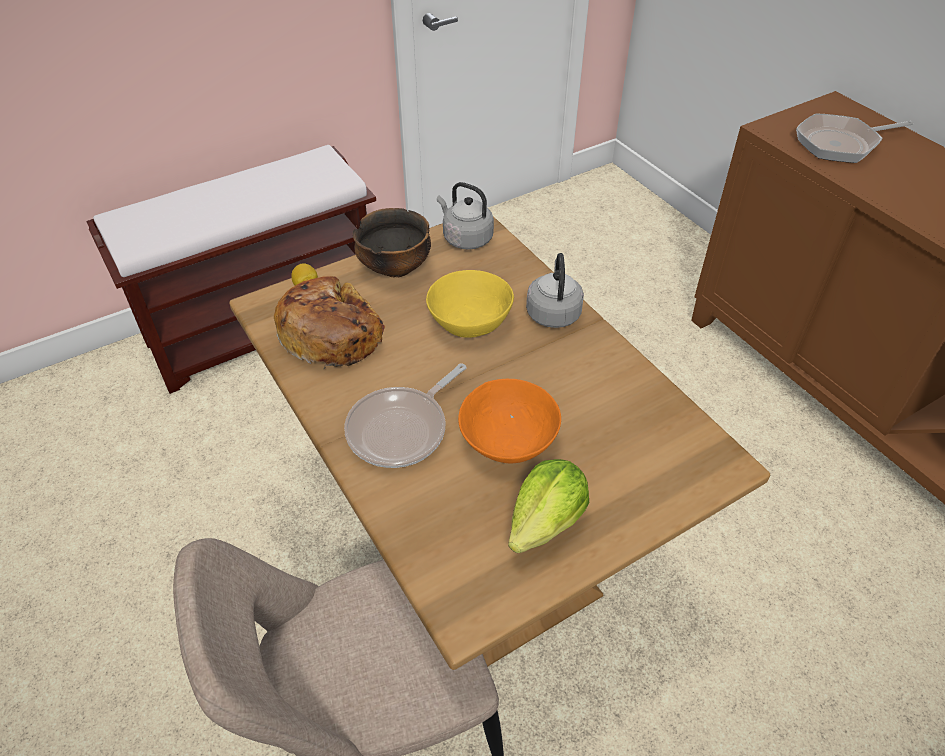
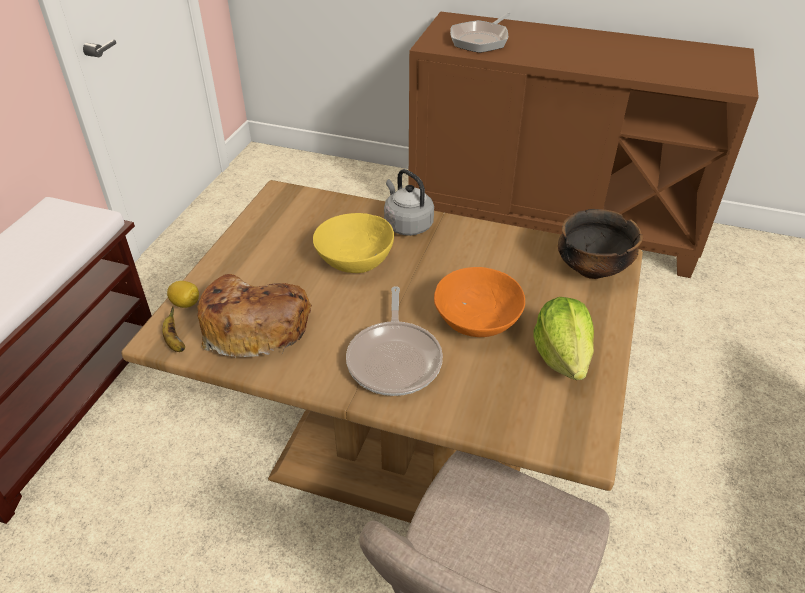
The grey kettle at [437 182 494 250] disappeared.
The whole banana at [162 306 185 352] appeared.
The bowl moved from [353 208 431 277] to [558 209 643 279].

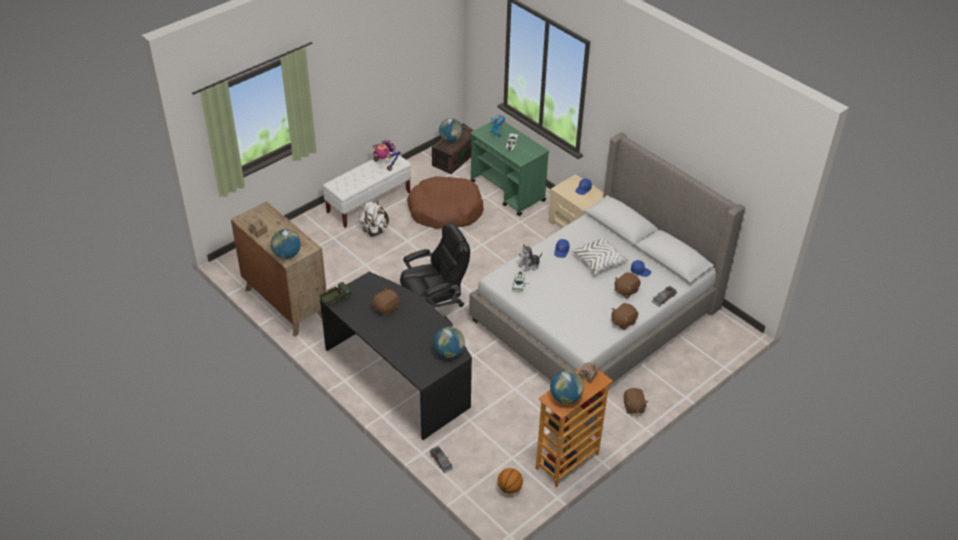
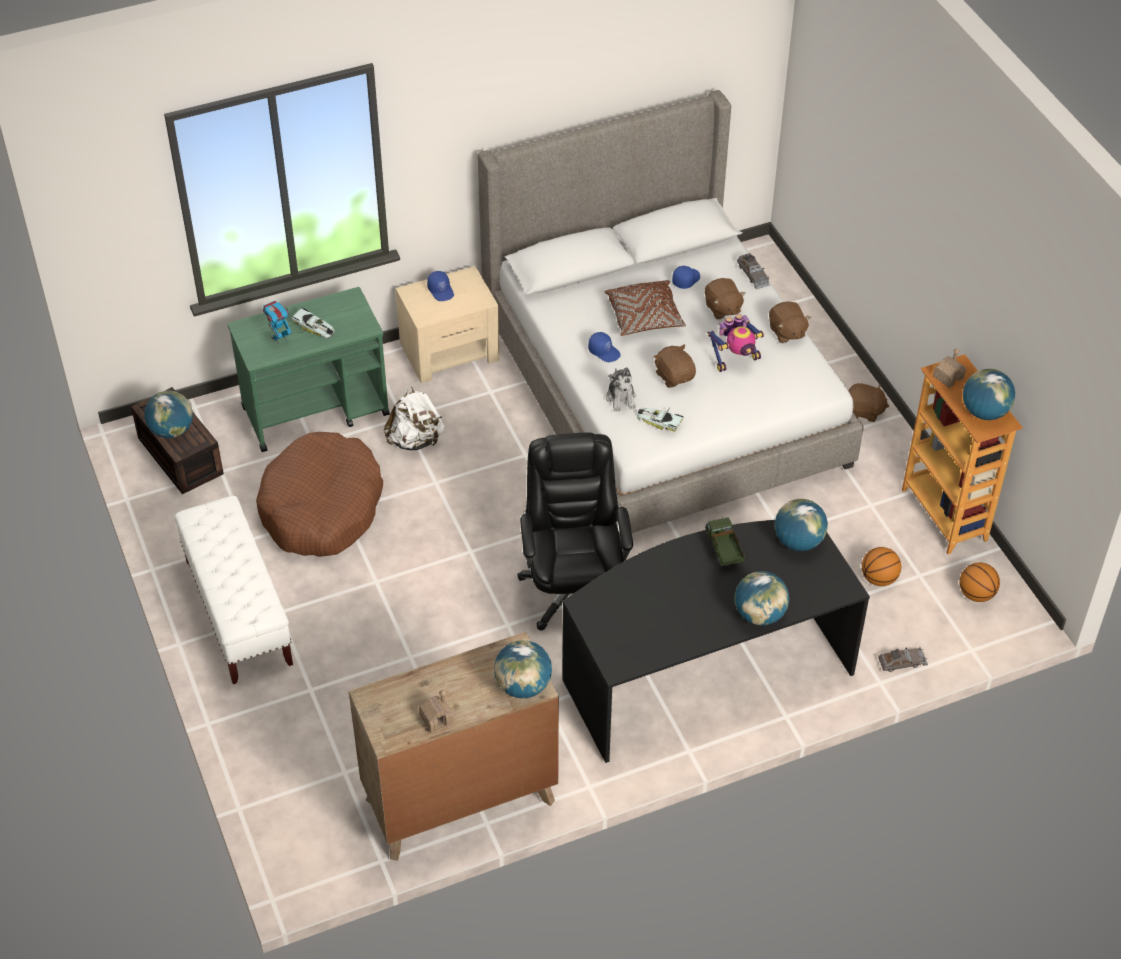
The world globe at [735 571 789 625] appeared.
The basketball ball at [862 547 901 586] appeared.
The toy lorry moved from [319 282 353 307] to [705 517 745 566].
The whitish backpack moved from [359 200 389 237] to [384 386 445 450].
The brown soft toy moved from [372 288 399 316] to [654 344 696 388].
The toy robot moved from [373 139 401 171] to [708 314 764 372].
The whitish throw pillow at [571 237 628 274] became the brown throw pillow at [605 280 686 336].

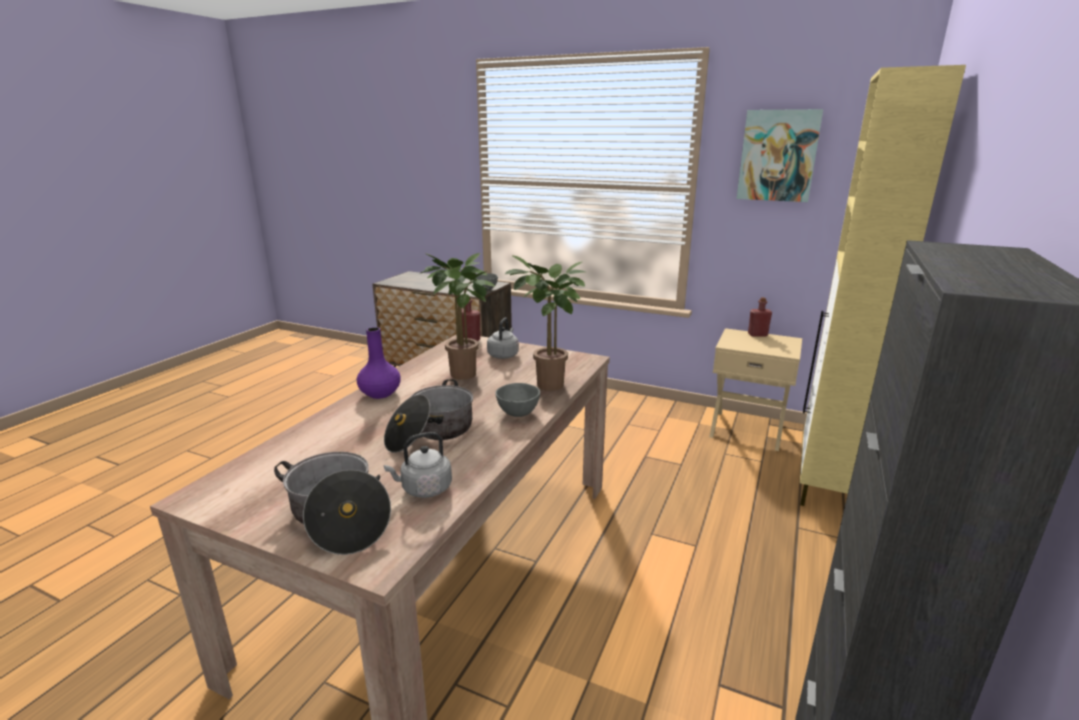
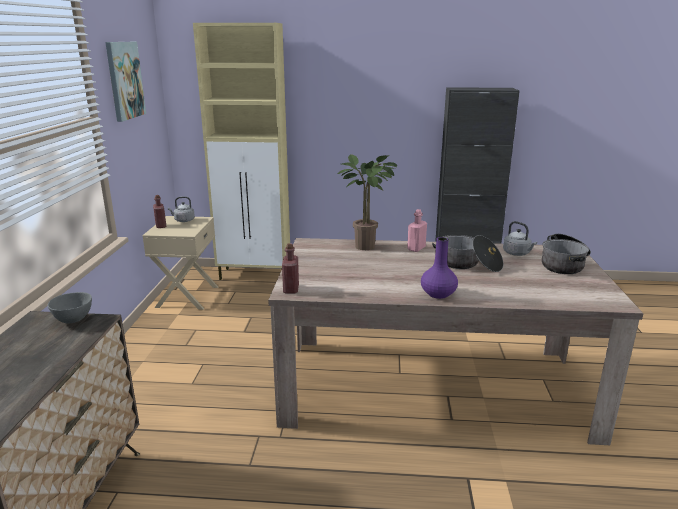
The potted plant at [419 253 496 380] disappeared.
The grey kettle moved from [487 317 519 359] to [168 196 195 222].
The grey bowl at [495 383 540 417] was replaced by the pinkish bottle at [407 209 427 252].

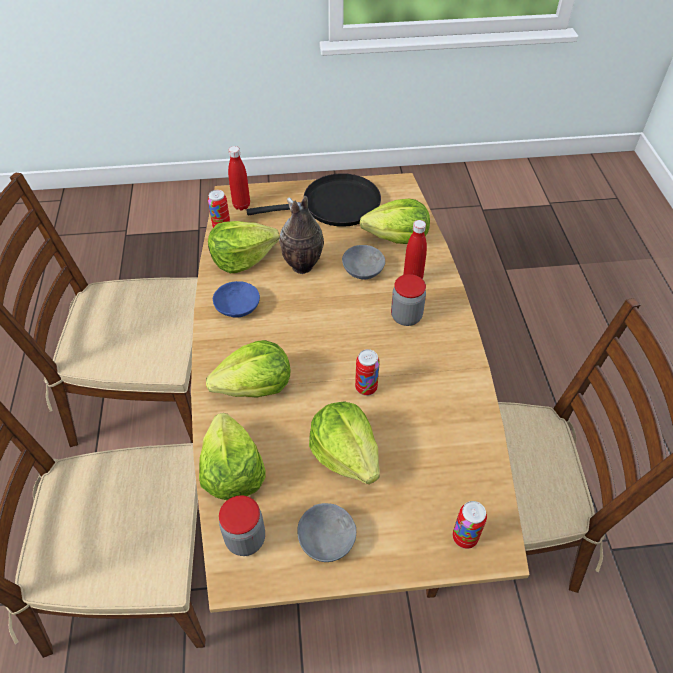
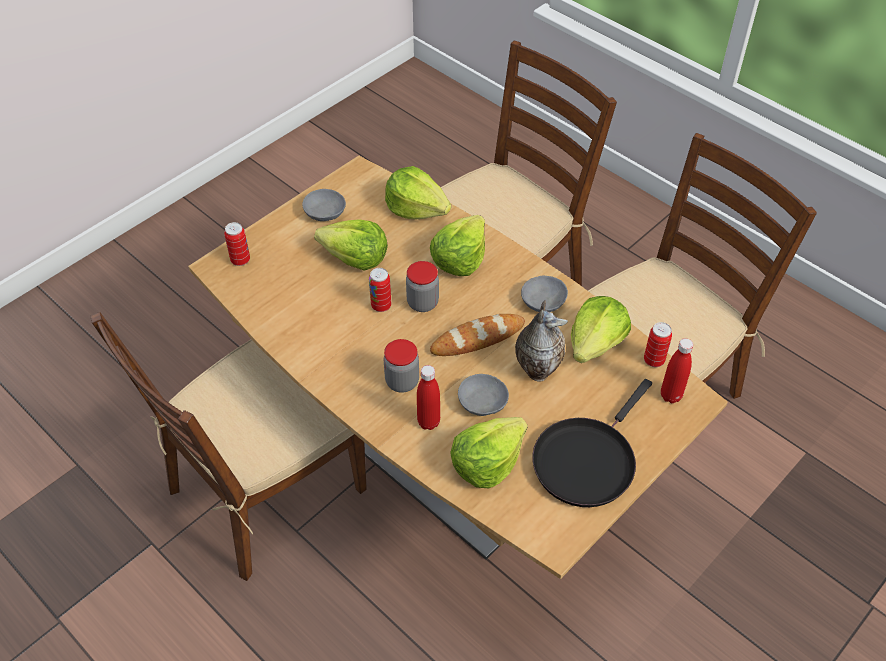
The baked bread at [430 314 525 356] appeared.
The preserve jar moved from [219 495 265 556] to [406 261 439 312].
The blue bowl at [213 281 260 318] became the grey bowl at [521 276 568 312].

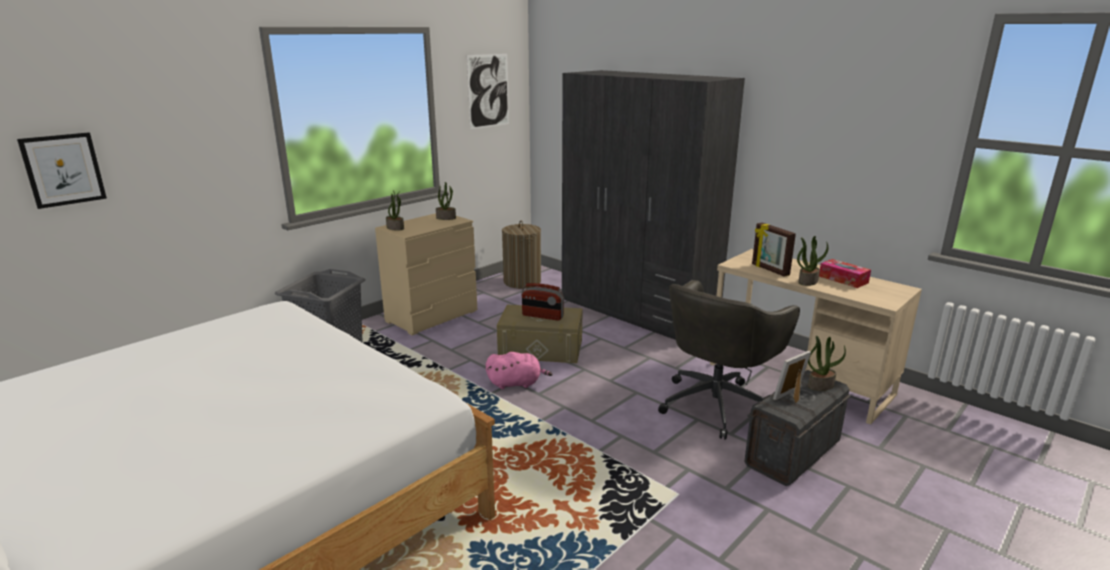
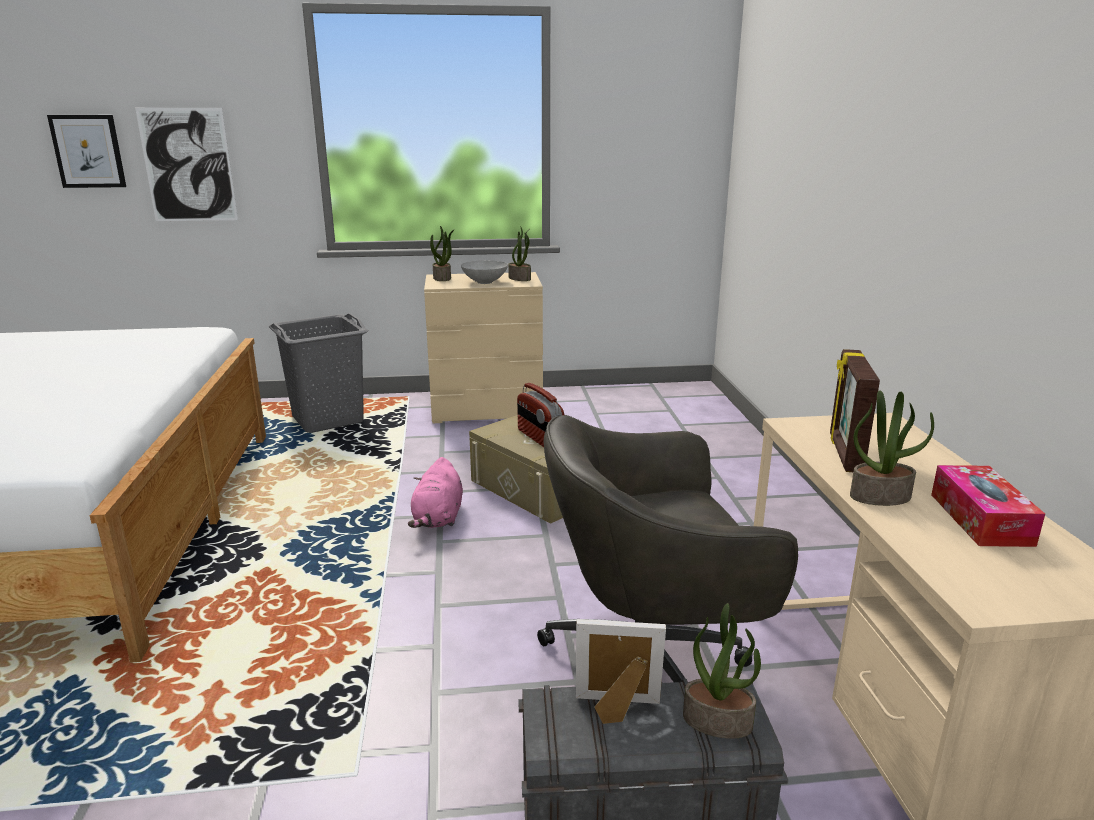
The washing basket at [502 220 541 289] disappeared.
The grey clothes cupboard at [562 70 745 340] disappeared.
The grey bowl at [461 261 508 284] appeared.
The wall picture moved from [467 54 509 129] to [135 108 238 221].
The pinkish soft toy at [486 352 553 389] turned 60 degrees clockwise.

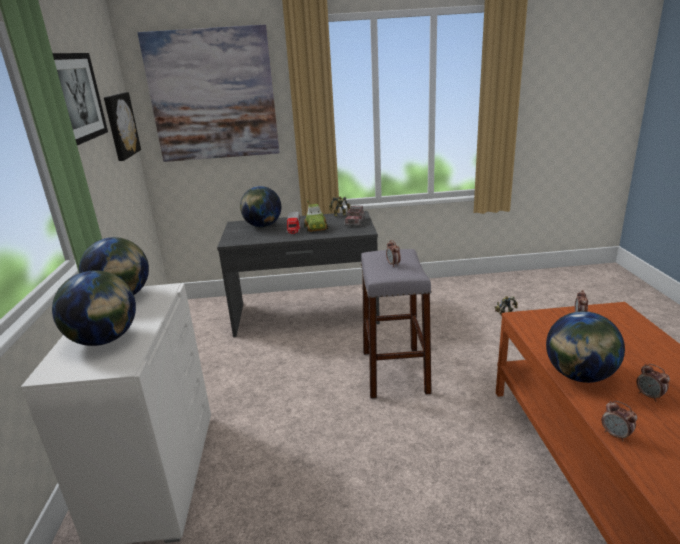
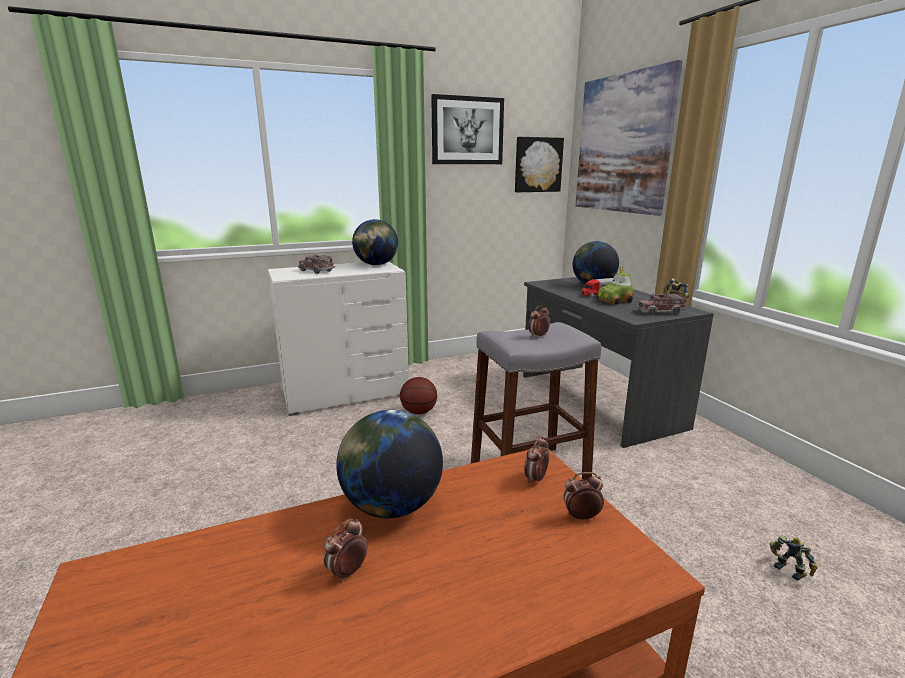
The basketball ball at [400 377 437 414] appeared.
The alarm clock moved from [602 401 637 442] to [524 436 549 484].
The world globe at [52 270 136 346] was replaced by the toy lorry at [298 254 335 274].

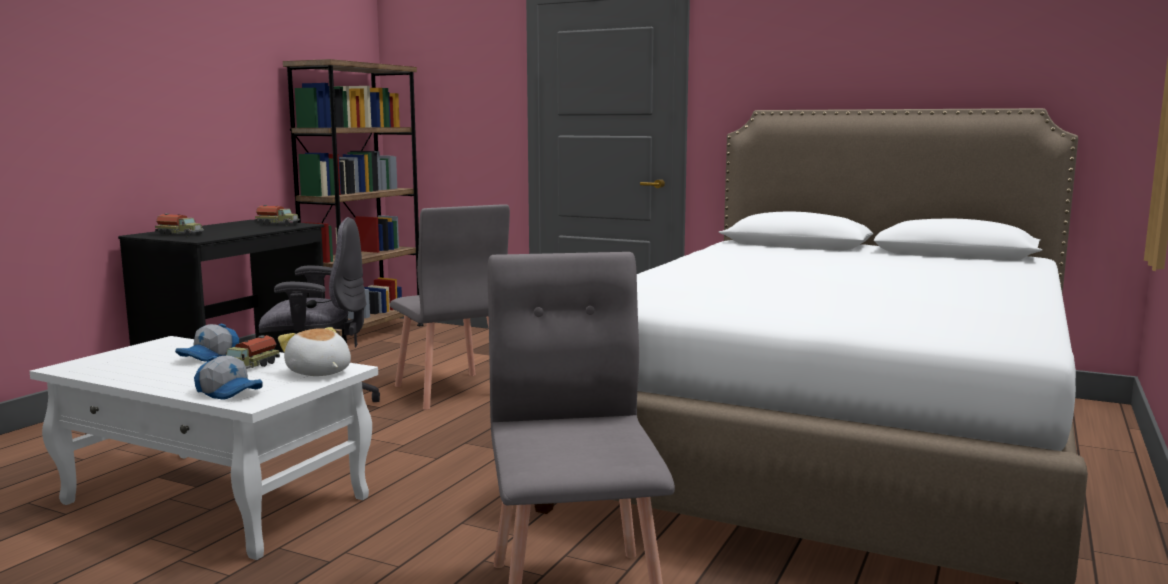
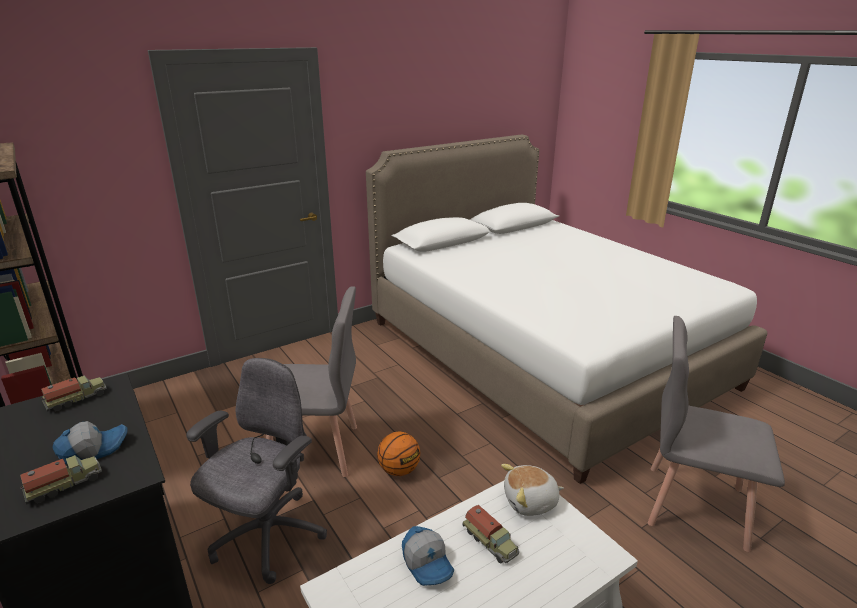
The basketball ball at [377 432 420 476] appeared.
The cap moved from [194 356 263 400] to [52 421 128 464].

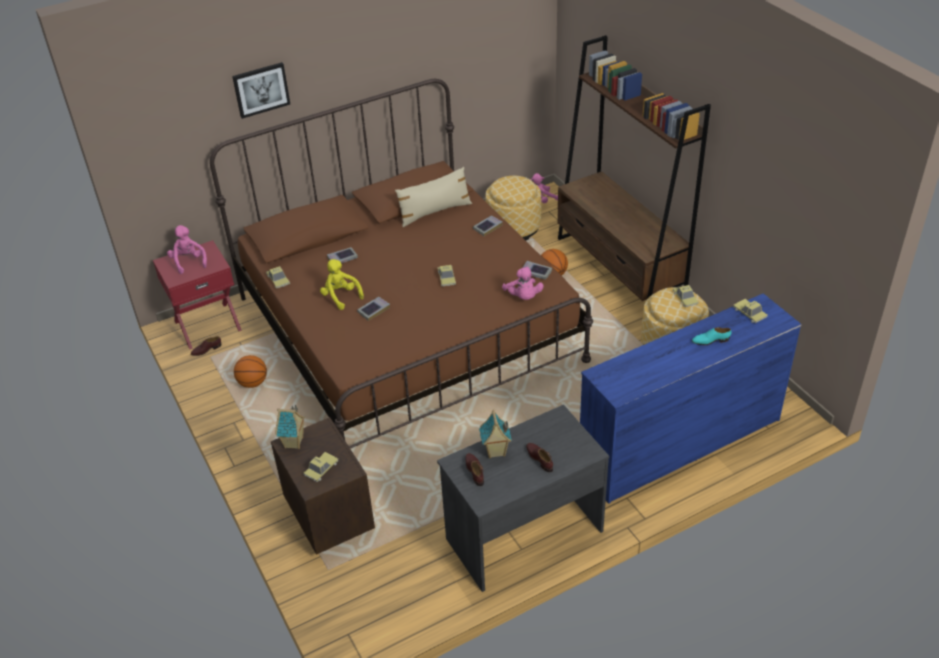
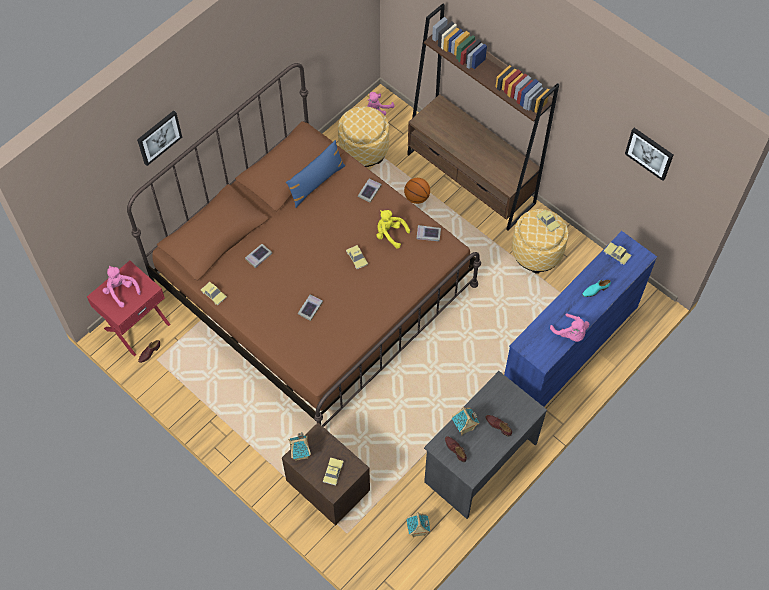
The basketball ball at [234 355 267 388] disappeared.
The miniature house at [406 512 430 537] appeared.
The wall picture at [625 128 673 181] appeared.
The yellow soft toy moved from [320 259 364 310] to [376 210 410 248].
The pinkish soft toy moved from [502 266 544 300] to [550 313 589 342].
The sand-coloured throw pillow at [395 167 472 227] became the blue throw pillow at [286 140 346 208].

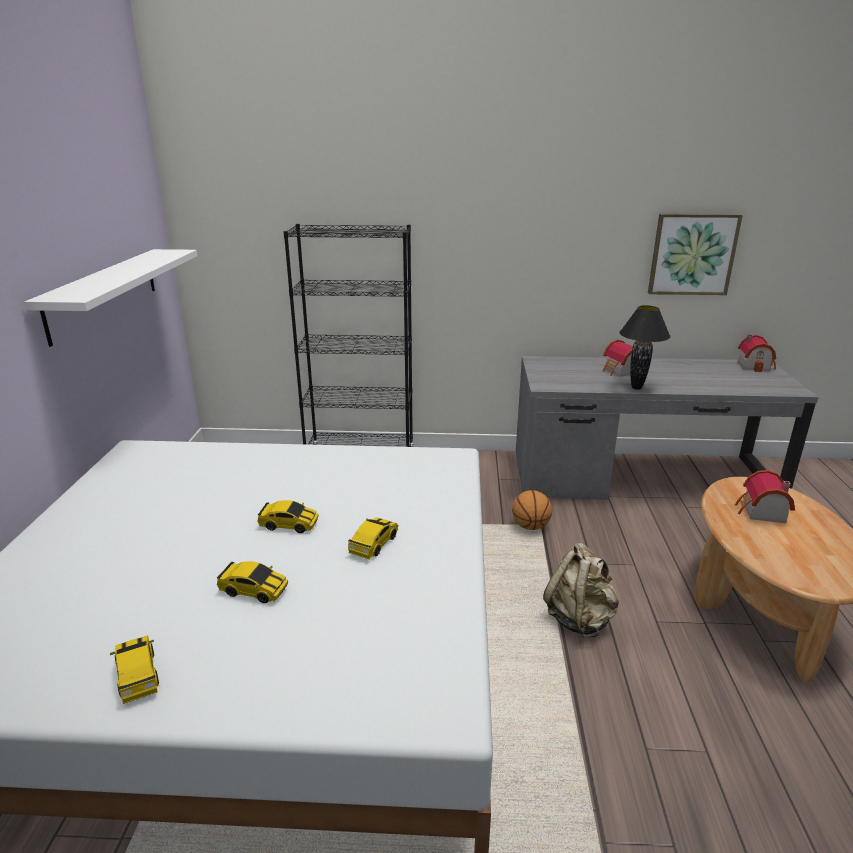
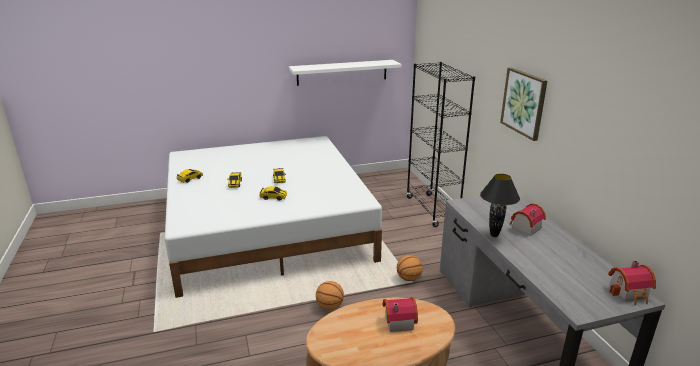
The wall picture moved from [648 214 743 295] to [500 67 547 141].
The sand-coloured backpack at [543 543 619 637] was replaced by the basketball ball at [316 281 344 310].

